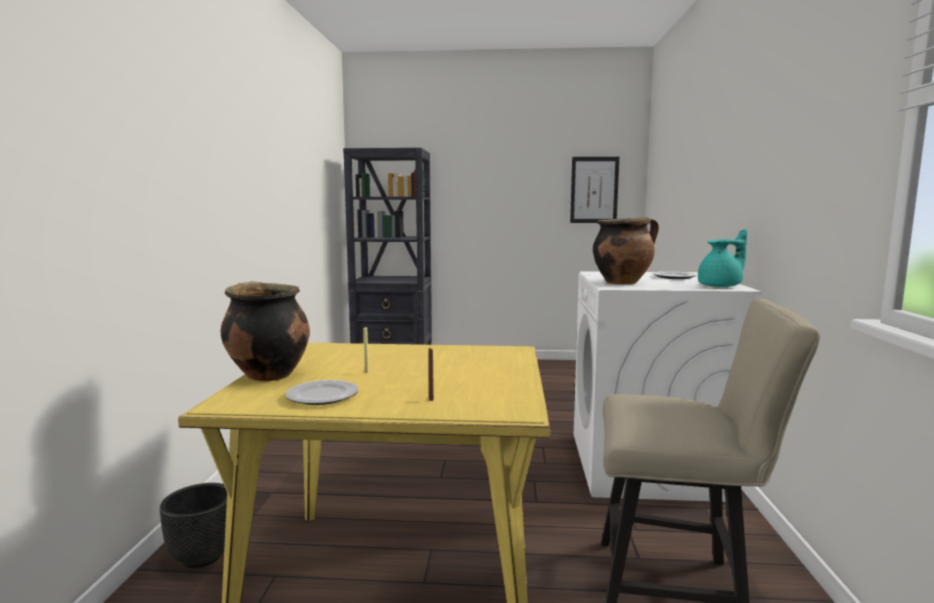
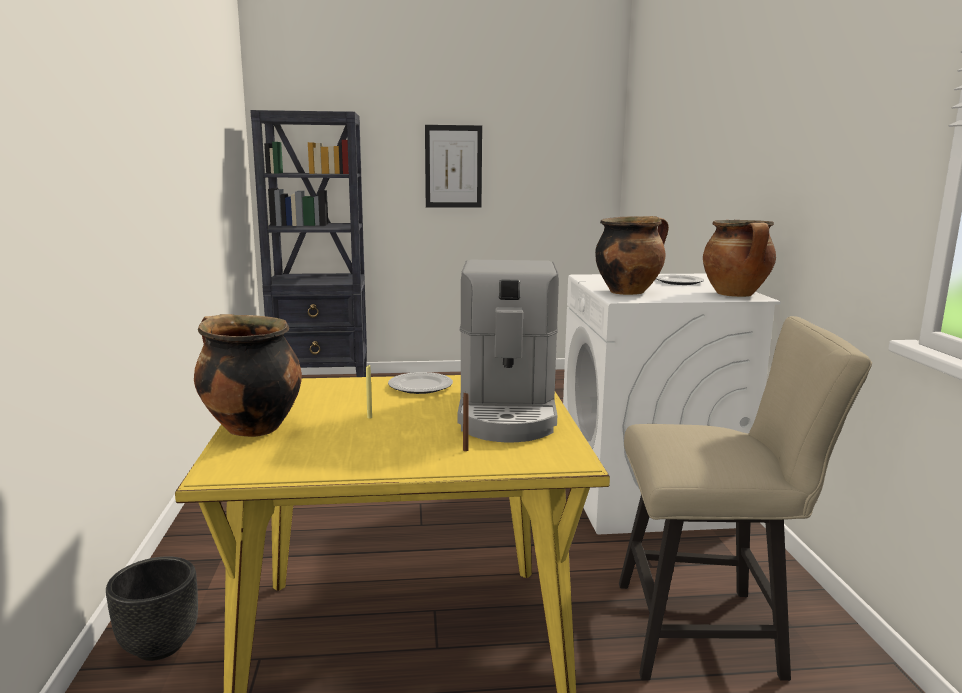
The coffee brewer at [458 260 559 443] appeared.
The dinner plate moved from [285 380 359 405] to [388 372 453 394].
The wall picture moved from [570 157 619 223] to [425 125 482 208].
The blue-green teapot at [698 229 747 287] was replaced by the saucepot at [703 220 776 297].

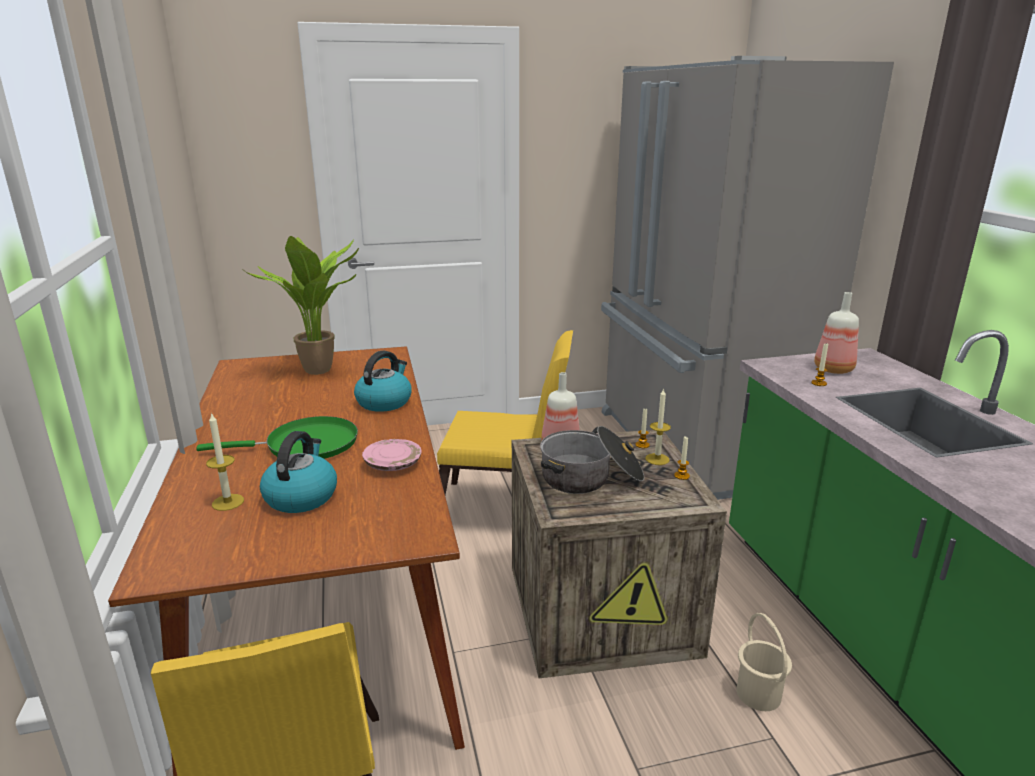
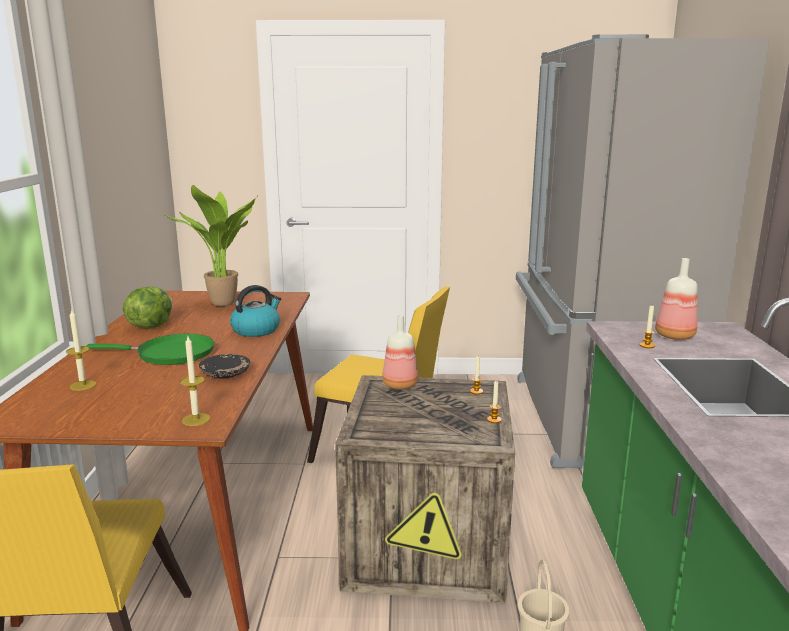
The kettle at [260 431 337 513] disappeared.
The saucepot at [540 426 644 494] disappeared.
The head of lettuce at [123 287 173 328] appeared.
The candle moved from [645 388 671 465] to [180 336 210 426].
The pinkish dinner plate at [362 439 422 471] became the black dinner plate at [199 354 250 379].

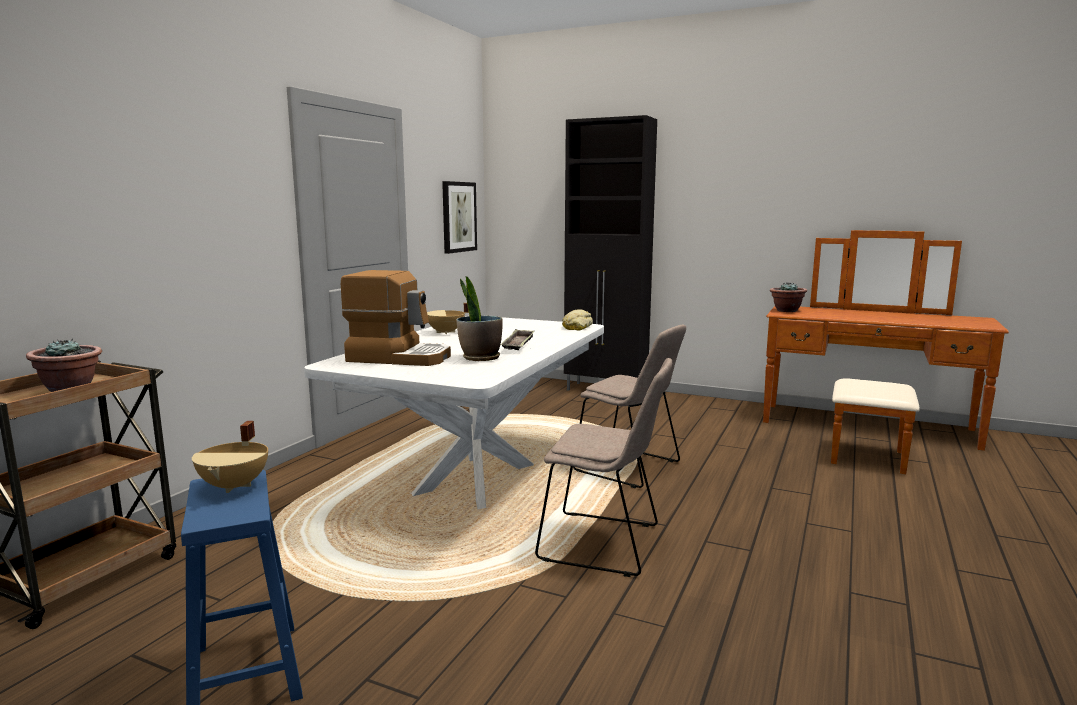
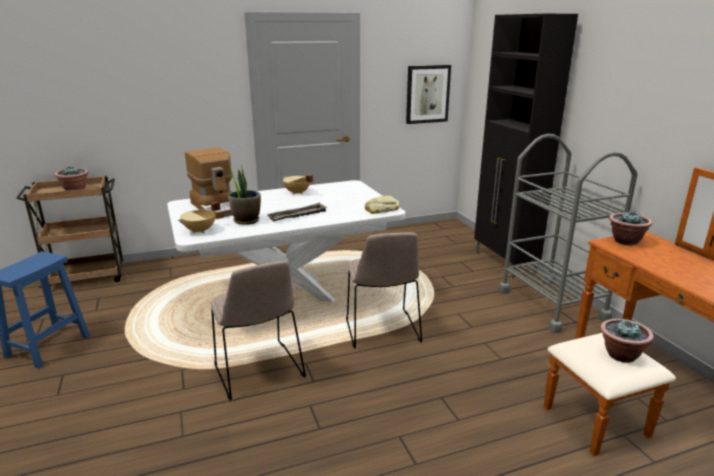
The grey cart at [498 134 638 333] appeared.
The potted plant at [600 319 654 363] appeared.
The sand-coloured saucepot moved from [192 421 268 493] to [178 201 221 233].

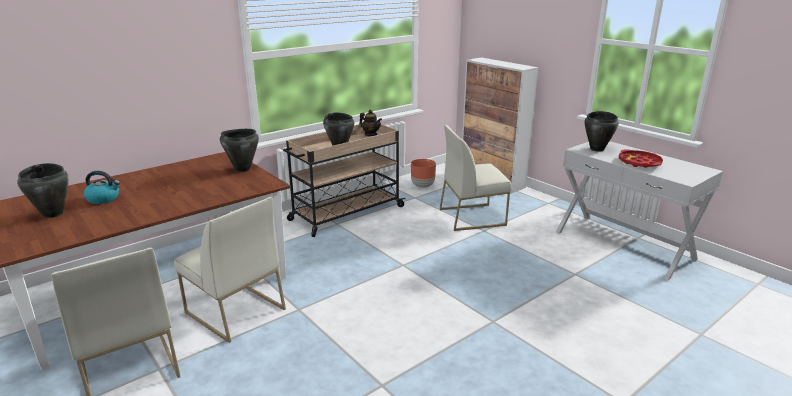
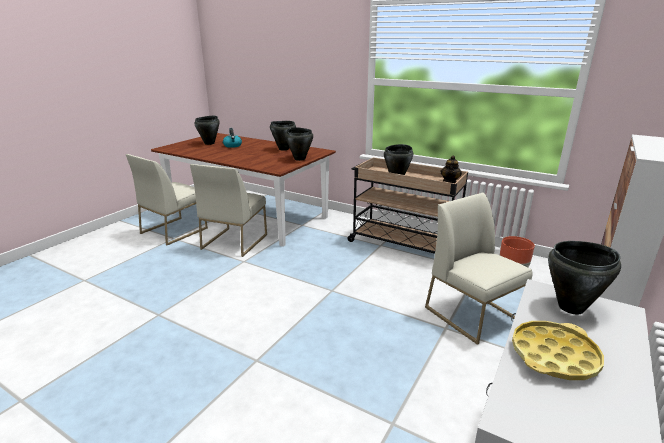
The black saucepot at [270 121 296 151] appeared.
The red serving tray at [619 149 663 168] became the yellow serving tray at [512 321 604 380].

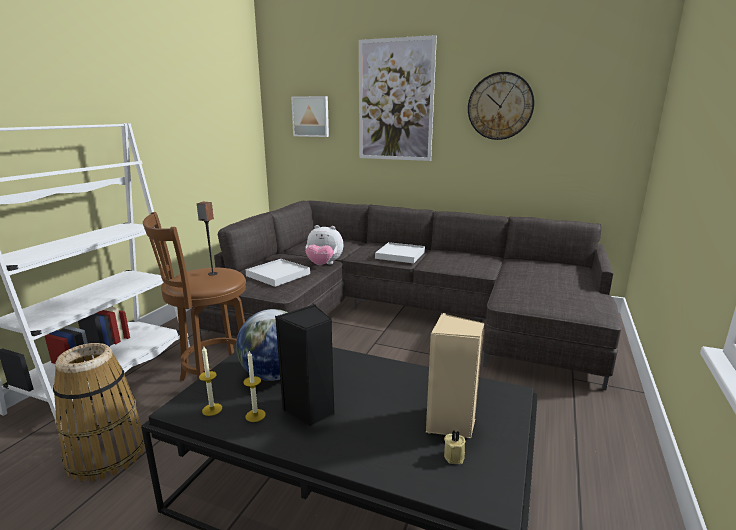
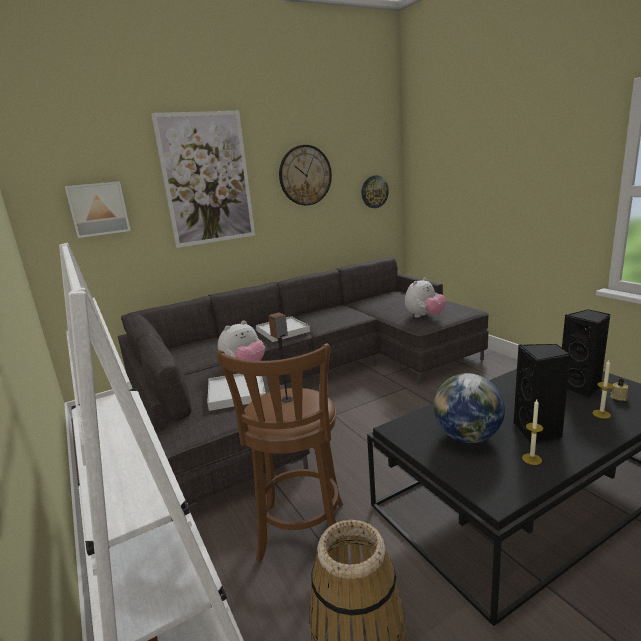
The hanging clock at [362 175 389 208] appeared.
The soft toy at [405 278 446 318] appeared.
The candle moved from [199 346 222 416] to [592 360 614 419].
The sand-coloured speaker at [426 313 484 438] became the black speaker at [562 309 610 398].

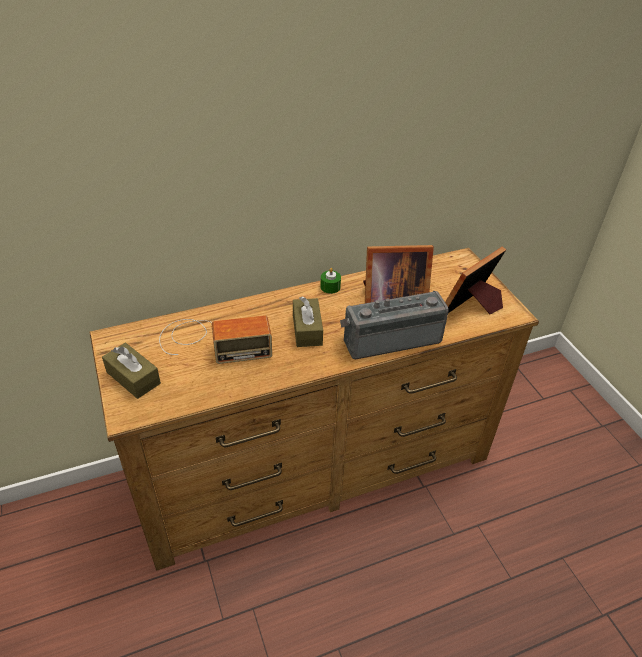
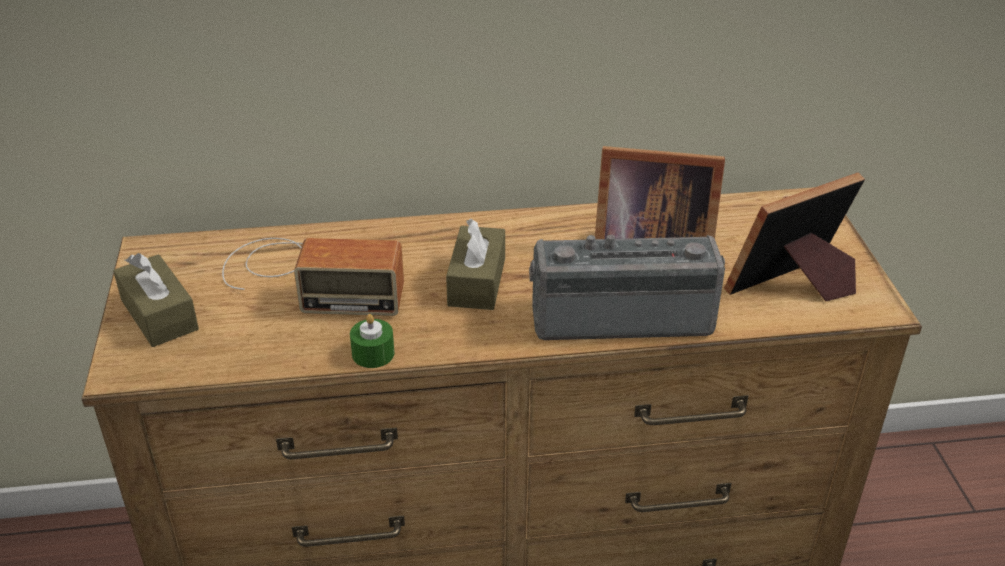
The green-coloured candle moved from [320 268 341 294] to [350 314 395 368].

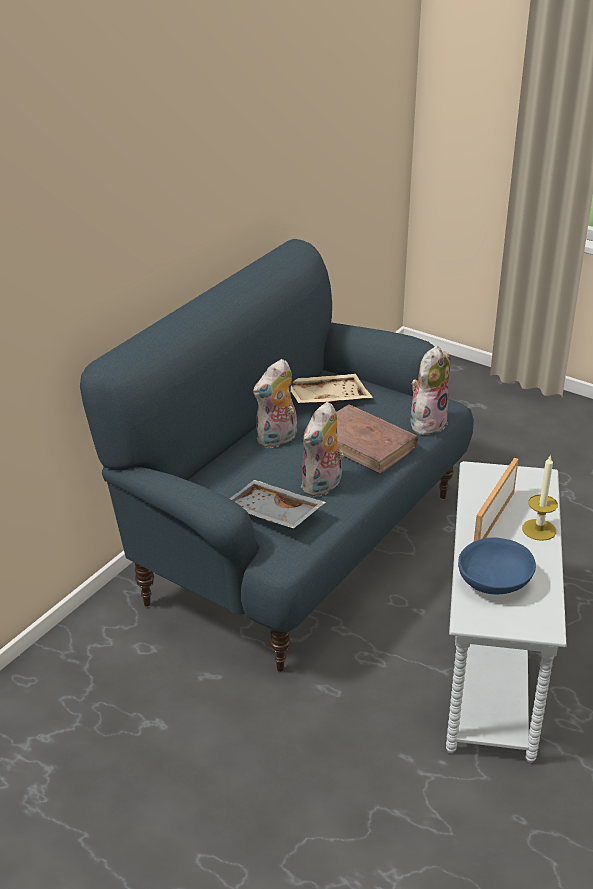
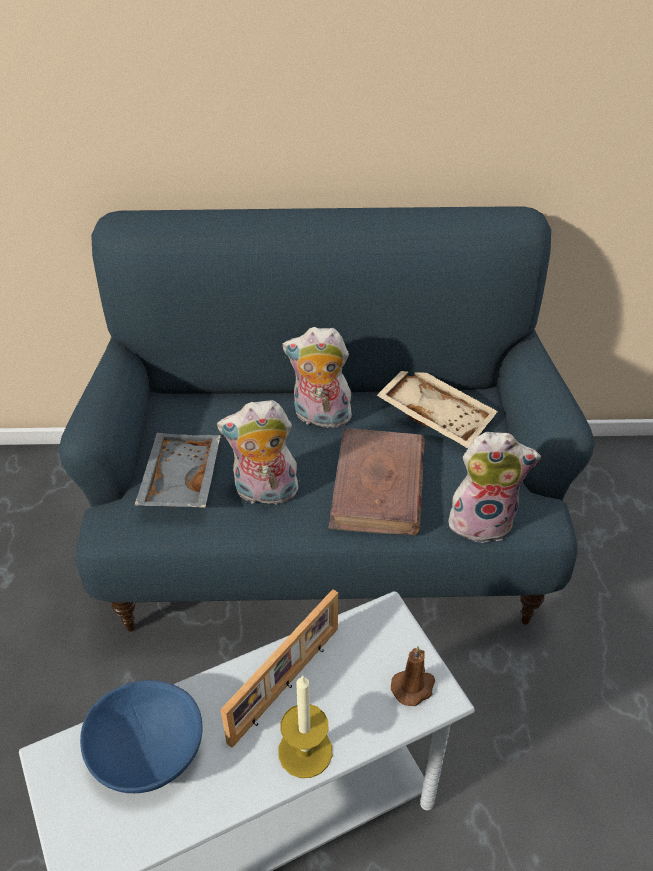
The brown candle at [391 646 435 706] appeared.
The photo frame at [474 458 519 541] turned 135 degrees clockwise.

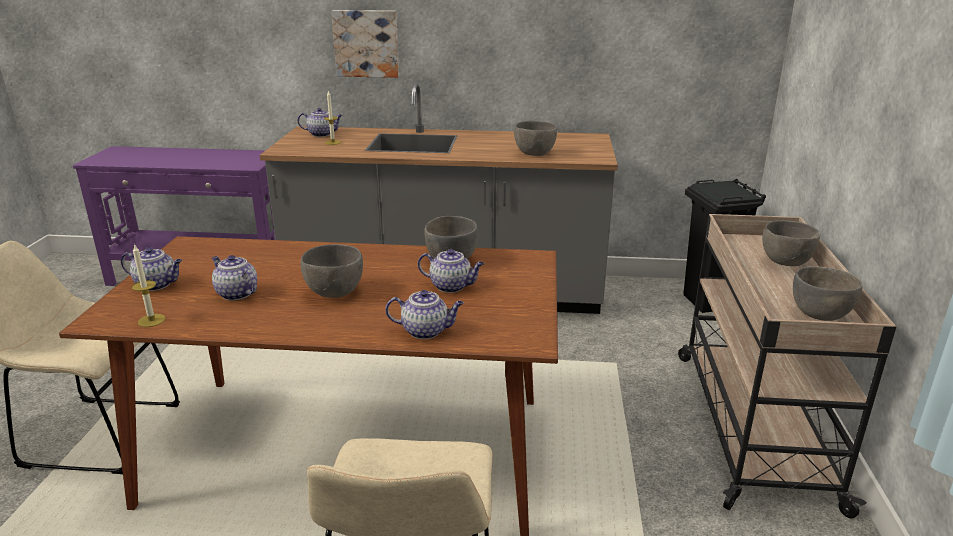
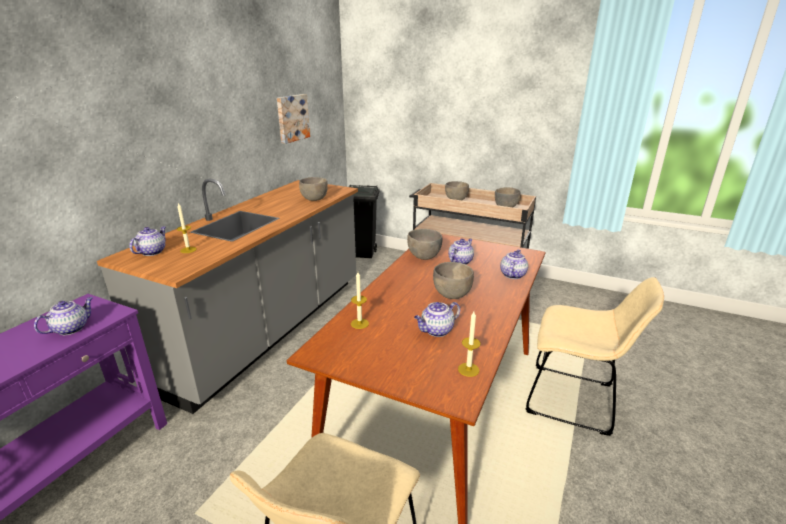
The candle at [351 272 369 329] appeared.
The teapot moved from [121 247 182 291] to [34 297 93 335].
The wall picture moved from [331 10 399 78] to [277 94 310 144].

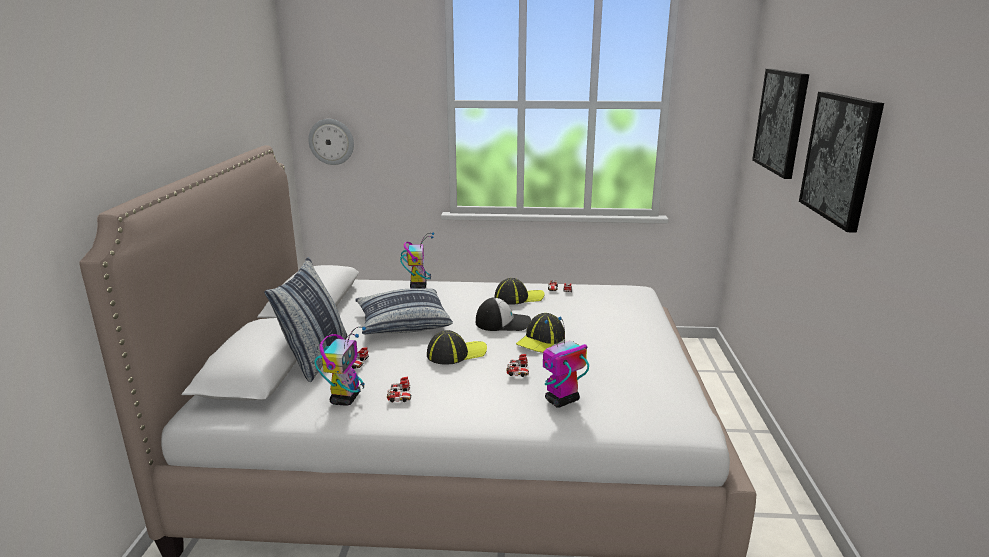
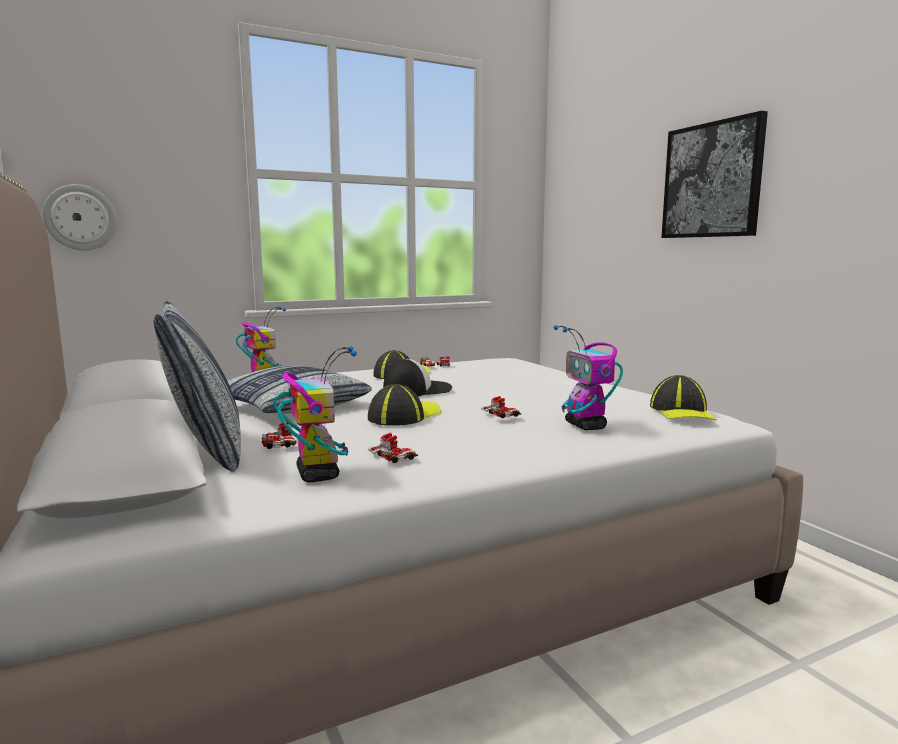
The wall picture at [752 69 809 179] disappeared.
The cap moved from [516 313 565 353] to [650 375 717 421].
The toy robot at [543 317 589 408] turned 45 degrees counterclockwise.

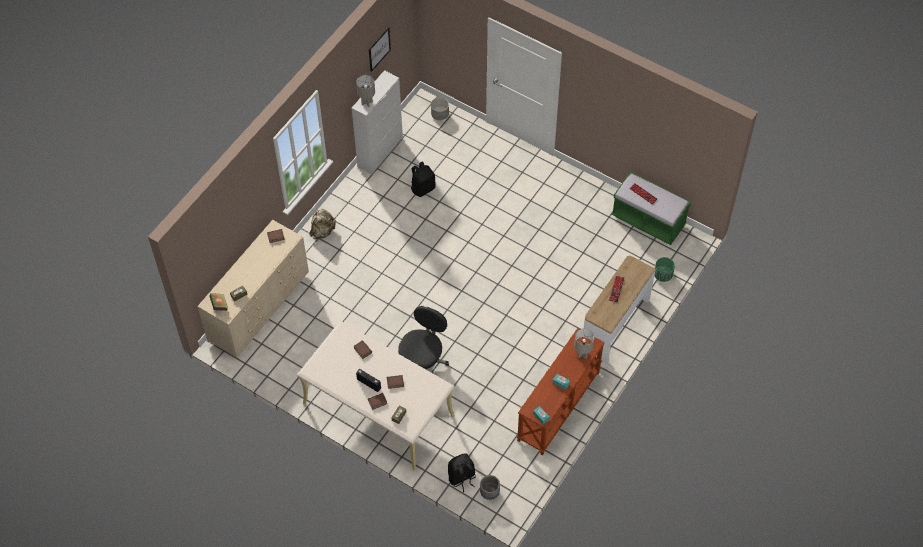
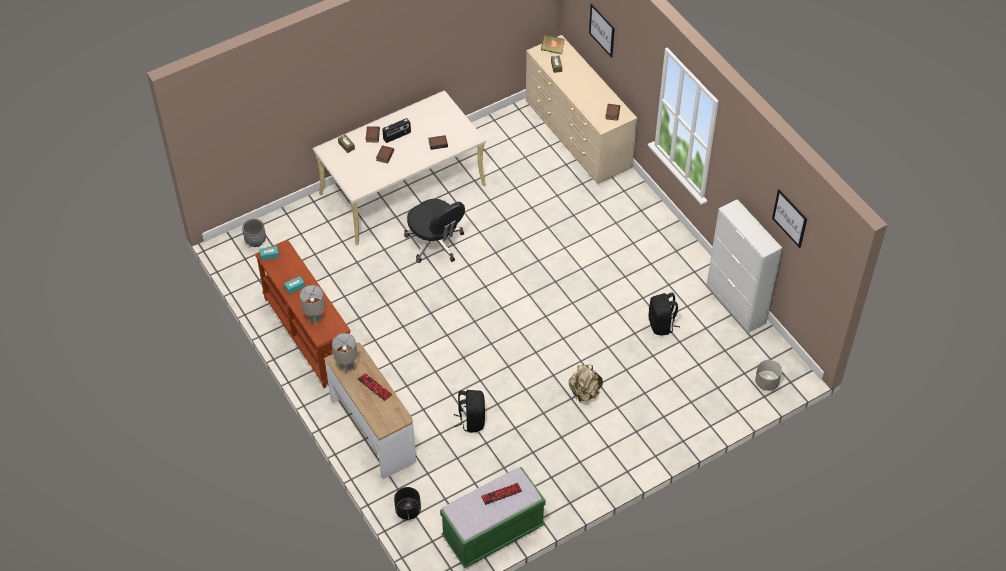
The wall picture at [589 3 615 58] appeared.
The sand-coloured backpack moved from [310 209 336 239] to [569 364 603 402].
The grey lamp for a table moved from [356 75 375 107] to [332 333 357 374].
The black backpack moved from [448 453 476 493] to [454 390 485 433].
The green-coloured plant pot at [654 257 675 282] became the black plant pot at [394 487 421 520].

